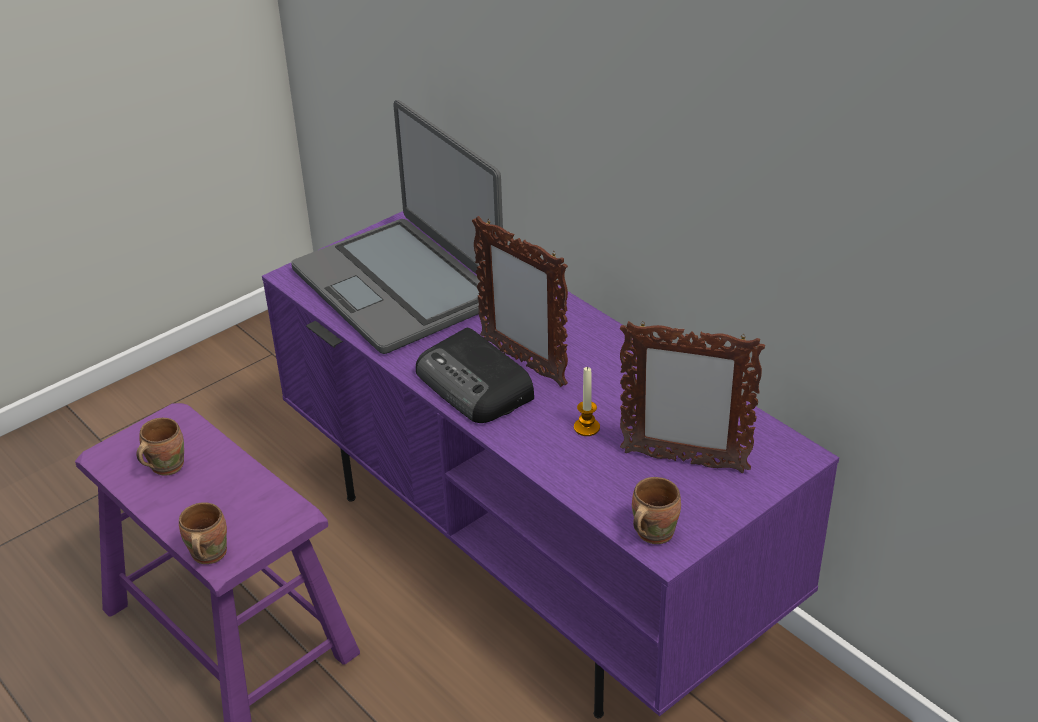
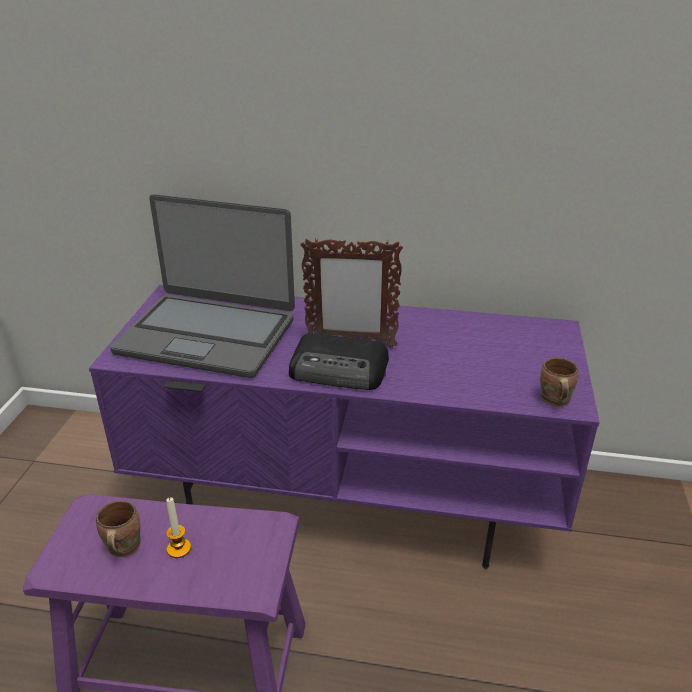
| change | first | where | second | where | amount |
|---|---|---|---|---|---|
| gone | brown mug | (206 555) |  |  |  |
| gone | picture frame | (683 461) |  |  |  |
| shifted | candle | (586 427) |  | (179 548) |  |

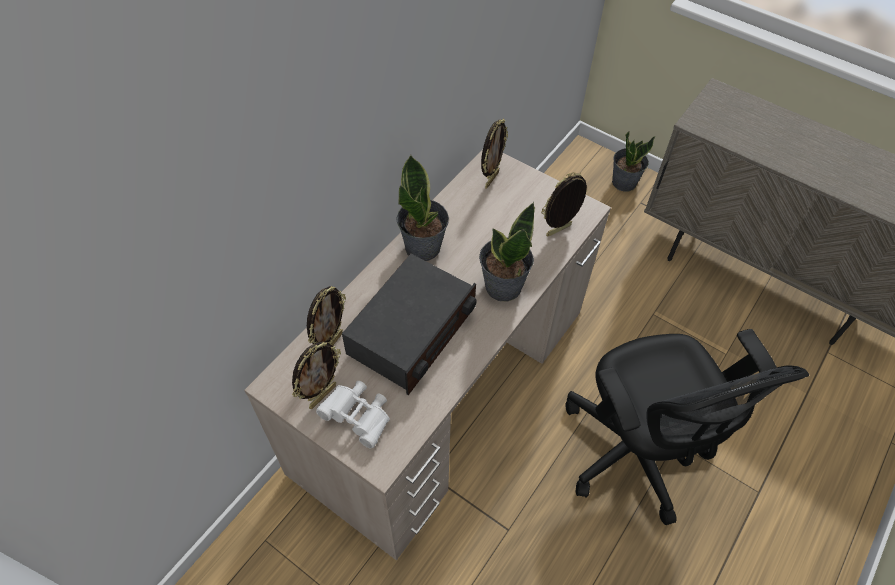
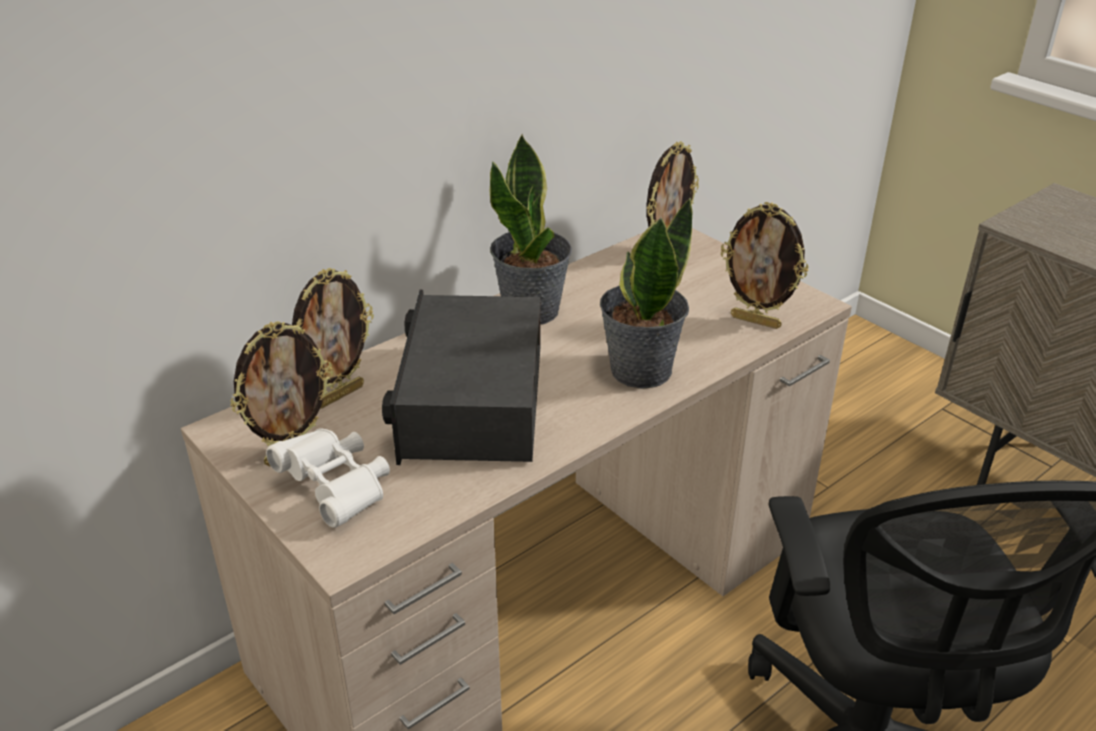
| change | first | where | second | where | amount |
|---|---|---|---|---|---|
| gone | potted plant | (624 182) |  |  |  |
| rotated | radio | (412 332) |  | (471 402) | 135 degrees clockwise |
| rotated | picture frame | (559 231) |  | (756 321) | 135 degrees counterclockwise |

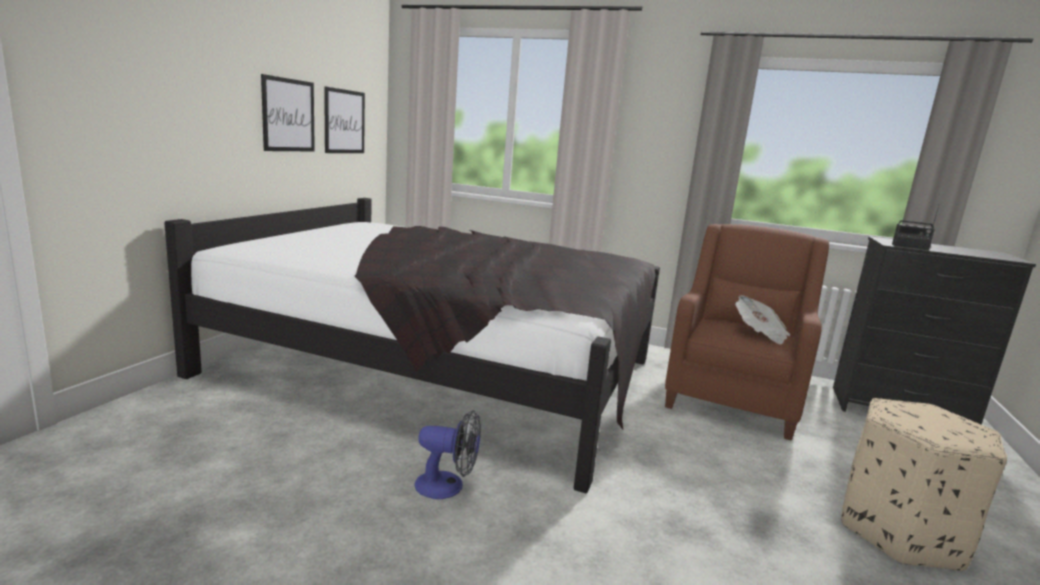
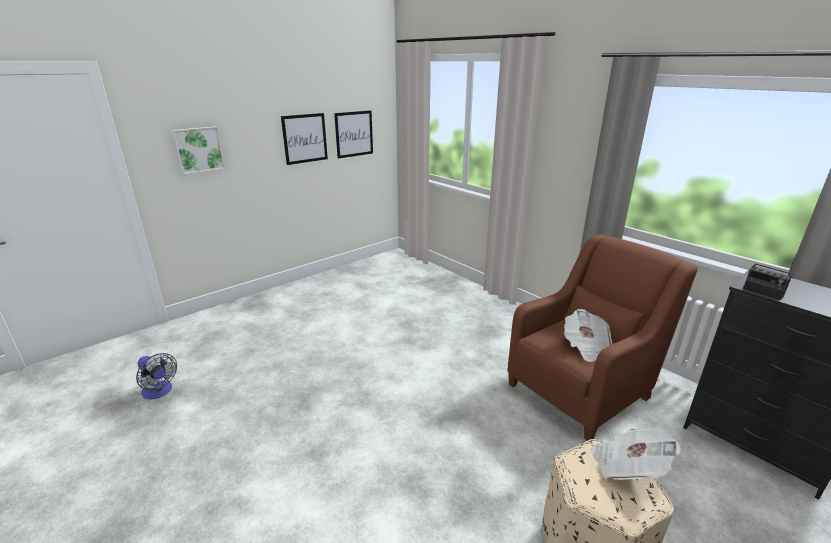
| change | first | where | second | where | amount |
|---|---|---|---|---|---|
| gone | black bed | (442 367) |  |  |  |
| new |  |  | picture | (198 149) |  |
| new |  |  | newspaper | (627 466) |  |
| shifted | fan | (448 486) |  | (159 392) |  |

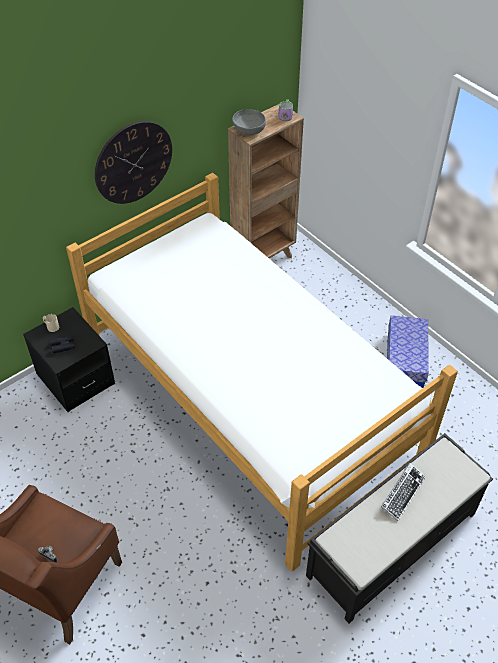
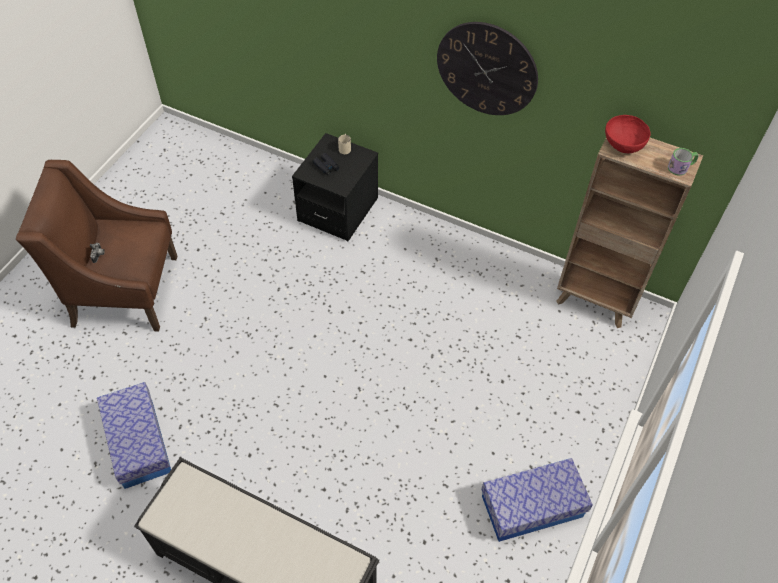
| change | first | where | second | where | amount |
|---|---|---|---|---|---|
| gone | bed | (249 399) |  |  |  |
| gone | keyboard | (402 493) |  |  |  |
| new |  |  | storage box | (138 442) |  |
| repainted | grey bowl | (248 130) | red bowl | (623 143) |  |

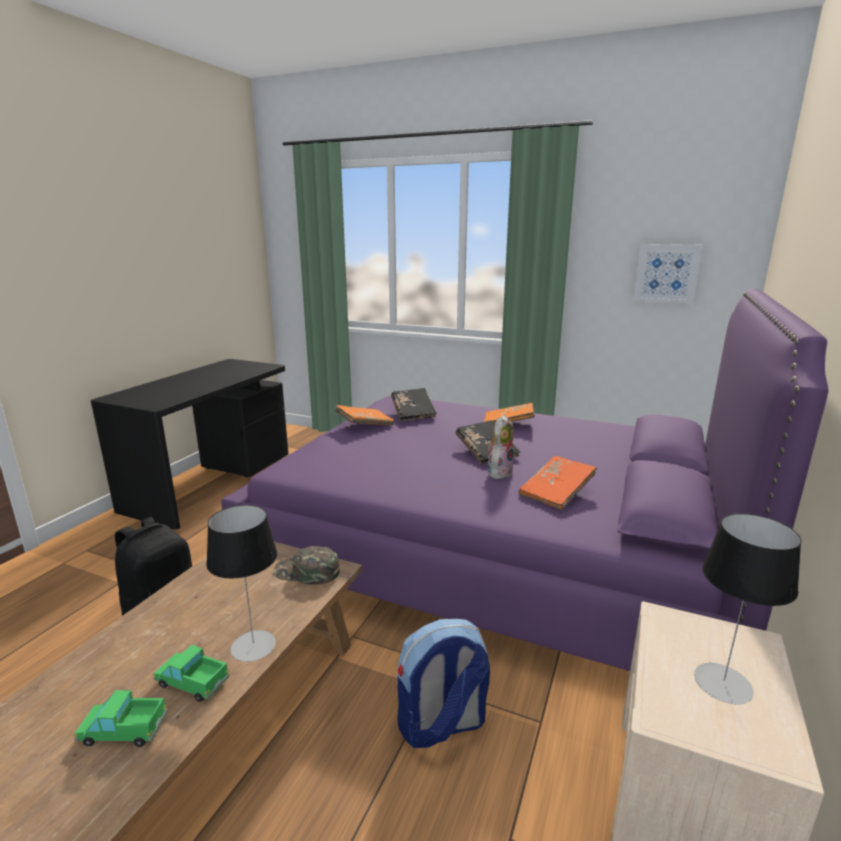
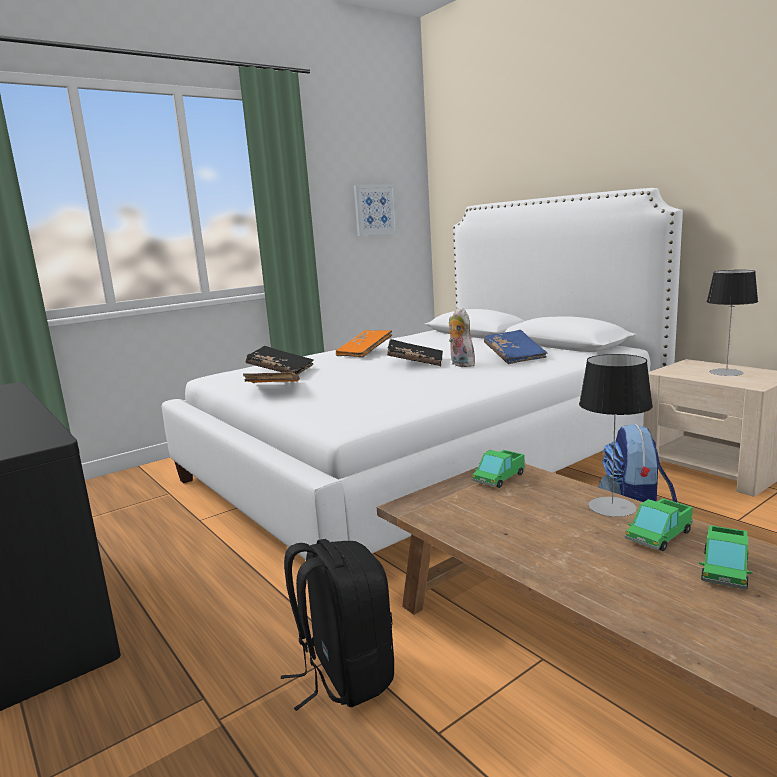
| change | first | where | second | where | amount |
|---|---|---|---|---|---|
| swapped | green cap | (307 572) | toy truck | (499 478) |  |
| repainted | purple bed | (494 547) | white bed | (424 461) |  |
| repainted | orange book | (557 493) | blue book | (514 357) |  |

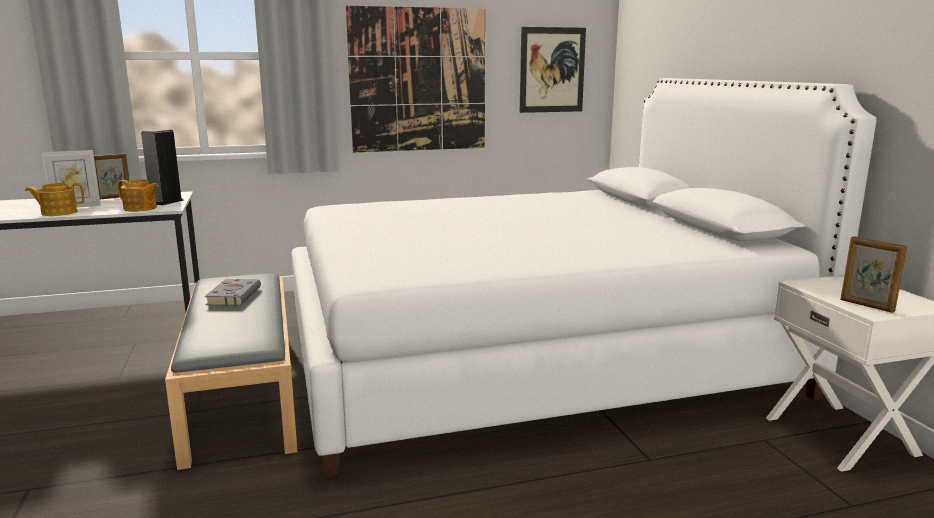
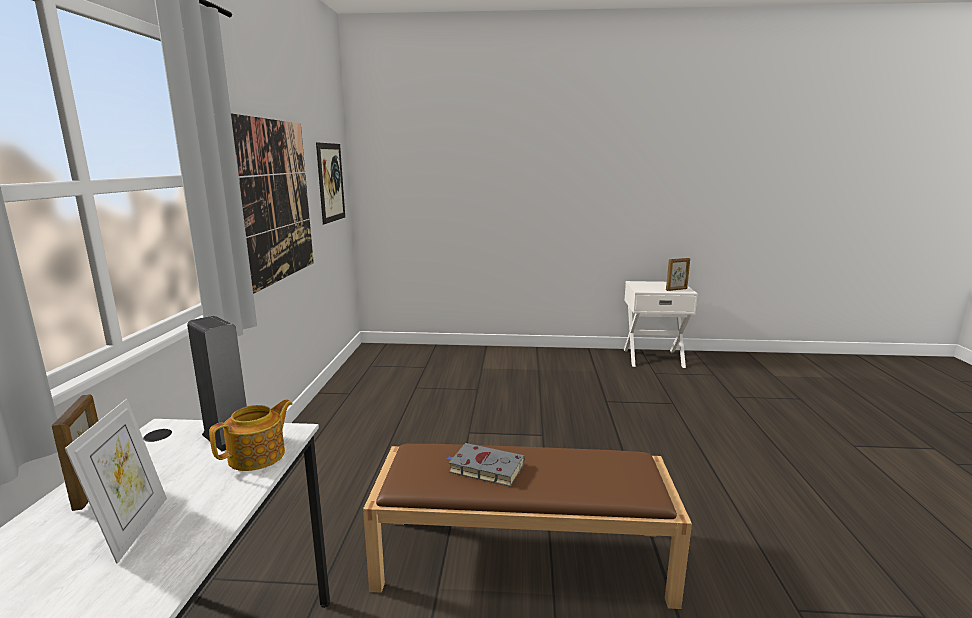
| change | first | where | second | where | amount |
|---|---|---|---|---|---|
| gone | teapot | (58 213) |  |  |  |
| gone | white bed | (530 357) |  |  |  |
| repainted | grey bench | (243 393) | brown bench | (524 557) |  |

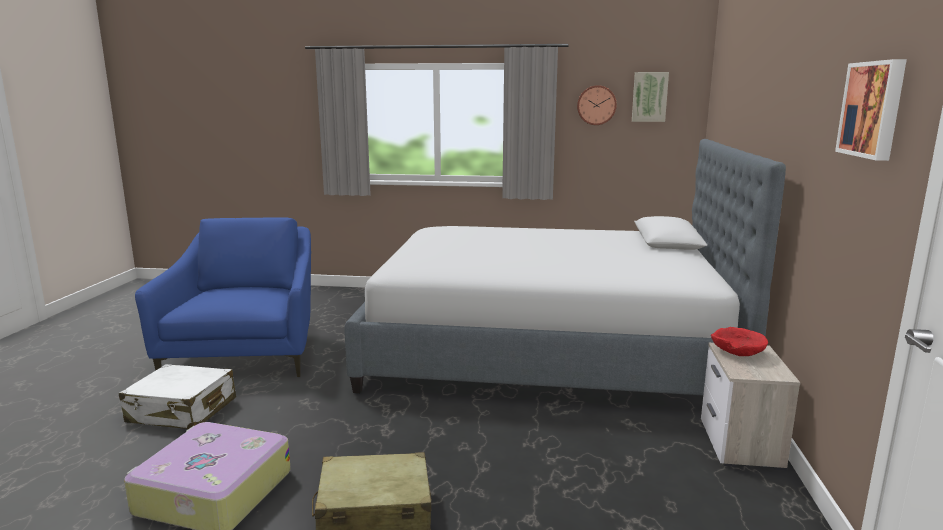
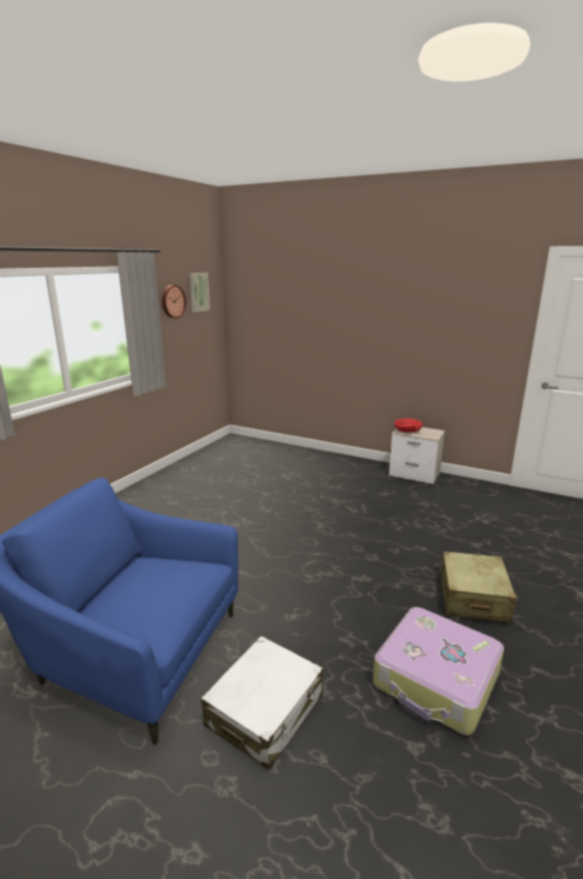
| change | first | where | second | where | amount |
|---|---|---|---|---|---|
| gone | bed | (546 350) |  |  |  |
| gone | picture | (873 109) |  |  |  |

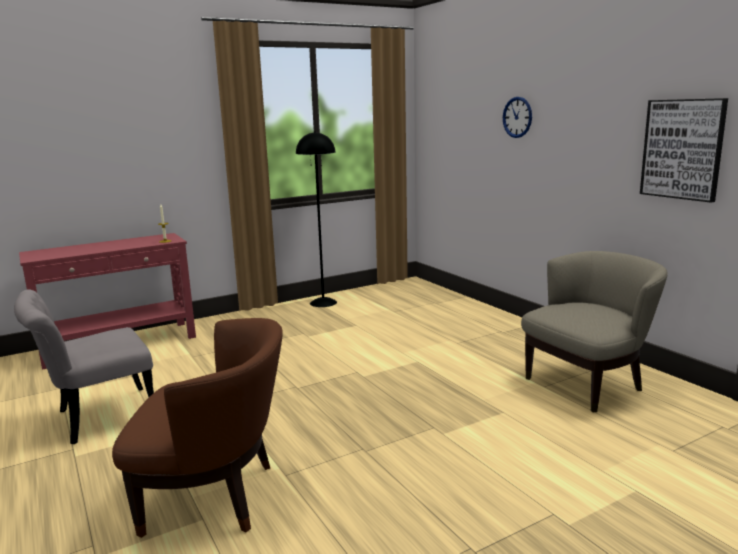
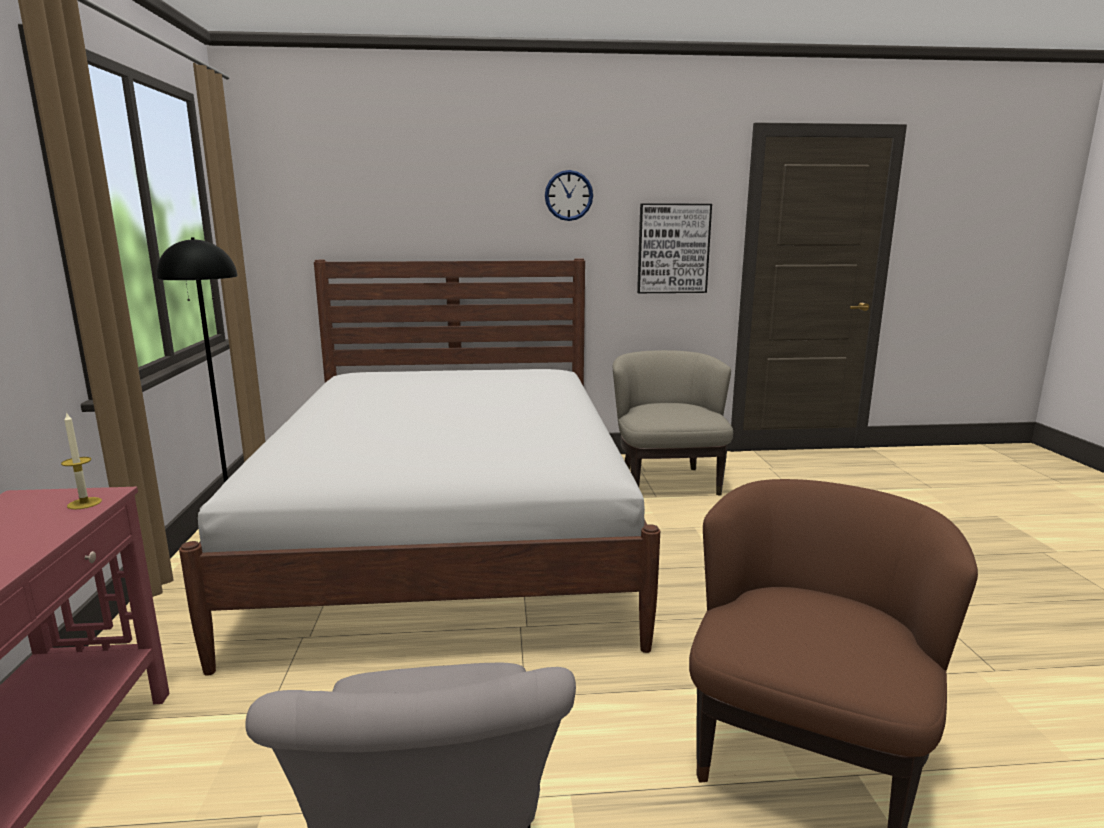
| change | first | where | second | where | amount |
|---|---|---|---|---|---|
| new |  |  | white bed | (450 532) |  |
| shifted | wall clock | (517 117) |  | (568 195) |  |

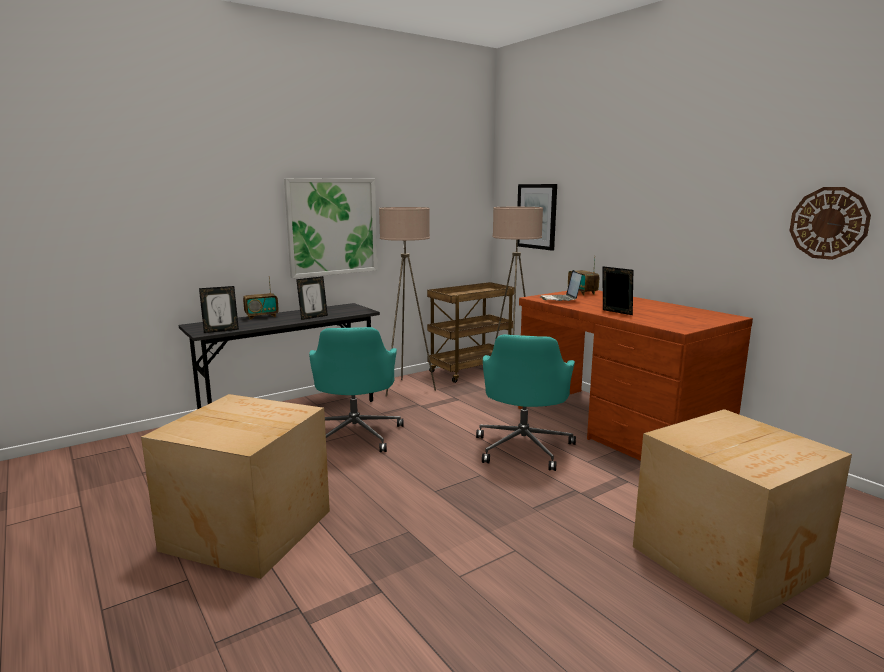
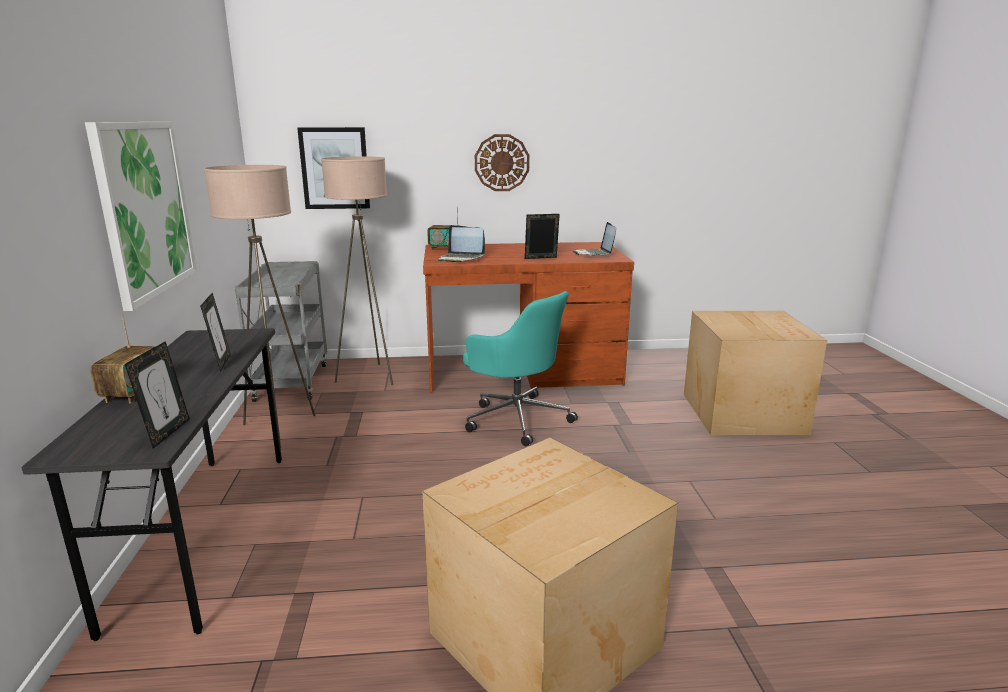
| change | first | where | second | where | amount |
|---|---|---|---|---|---|
| gone | turquoise office chair | (355 435) |  |  |  |
| new |  |  | laptop | (594 254) |  |
| shifted | wall clock | (828 223) |  | (502 163) |  |
| repainted | brown cart | (470 370) | grey cart | (291 381) |  |

